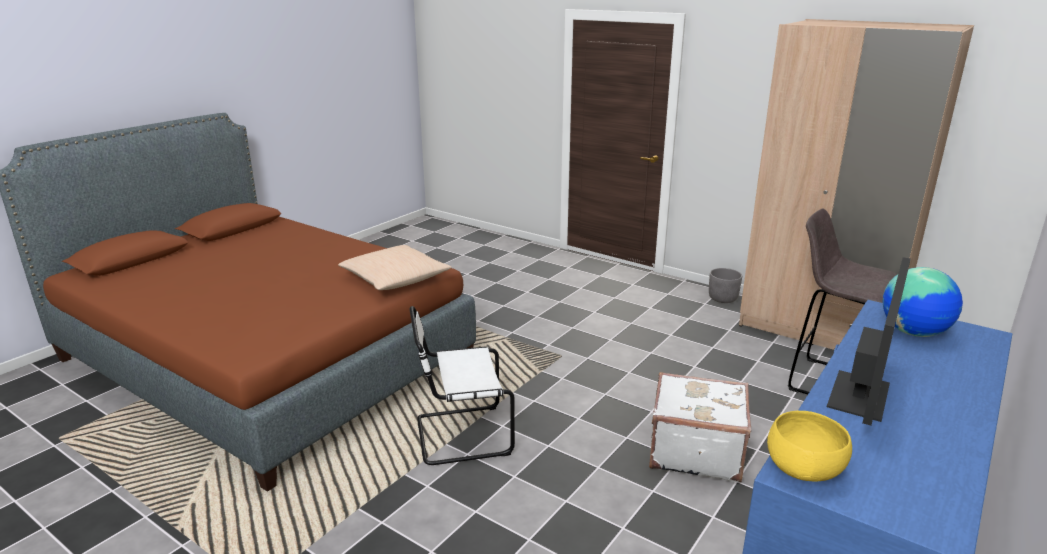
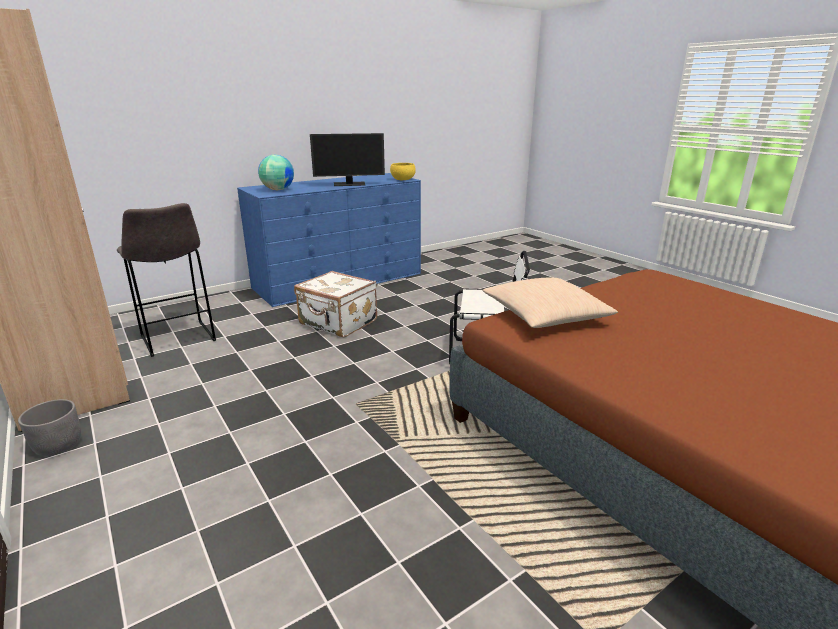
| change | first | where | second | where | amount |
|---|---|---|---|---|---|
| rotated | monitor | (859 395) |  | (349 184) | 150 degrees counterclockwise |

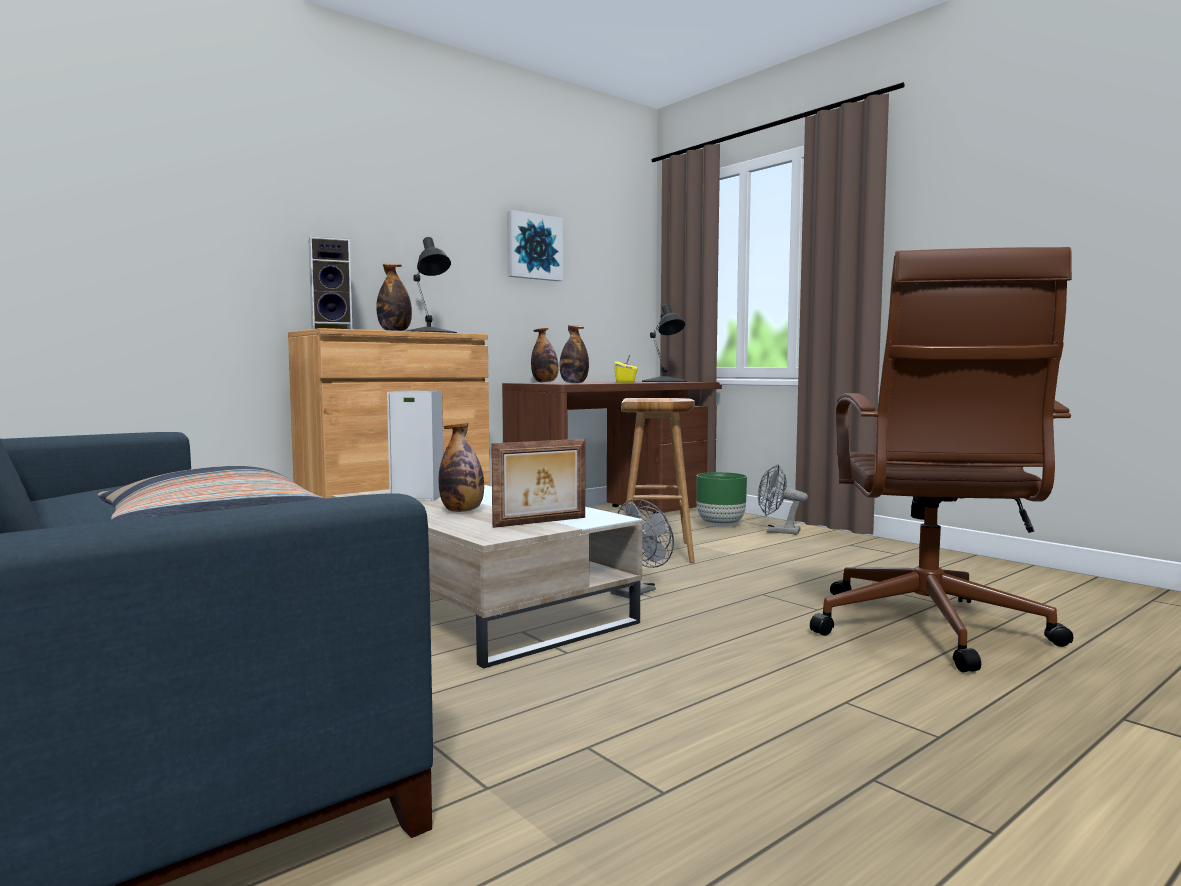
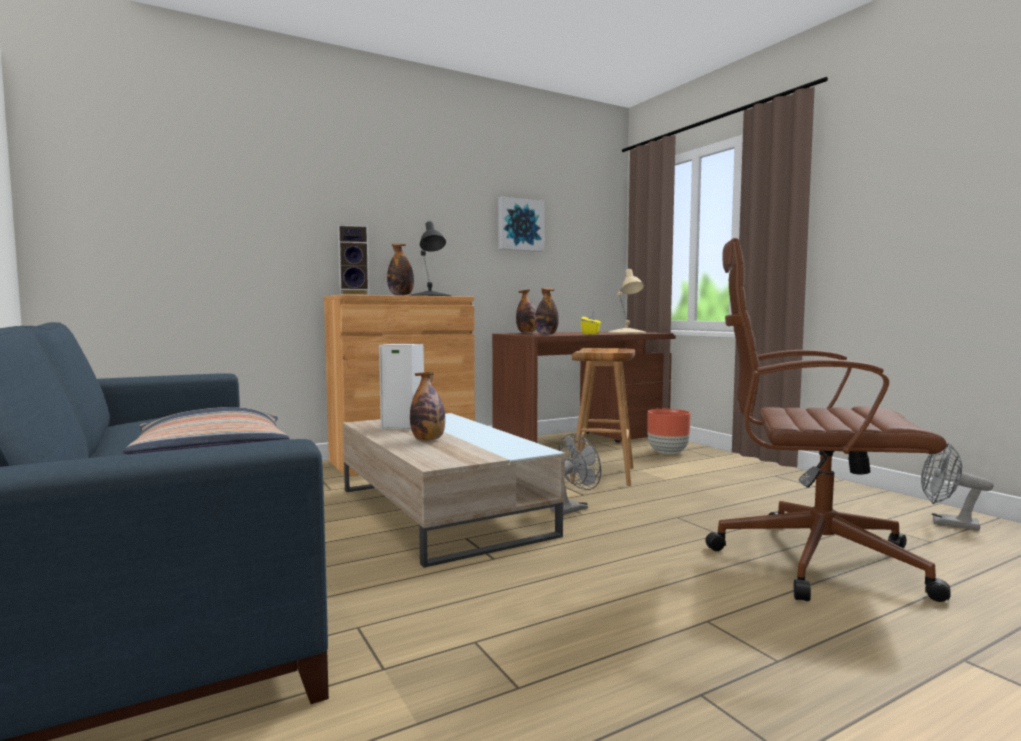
| change | first | where | second | where | amount |
|---|---|---|---|---|---|
| gone | picture frame | (541 522) |  |  |  |
| shifted | grey fan | (777 531) |  | (947 523) |  |
| repainted | black table lamp | (664 381) | beige table lamp | (627 332) |  |
| repainted | green planter | (721 525) | brown planter | (668 453) |  |
| rotated | brown office chair | (928 630) |  | (810 559) | 90 degrees clockwise |

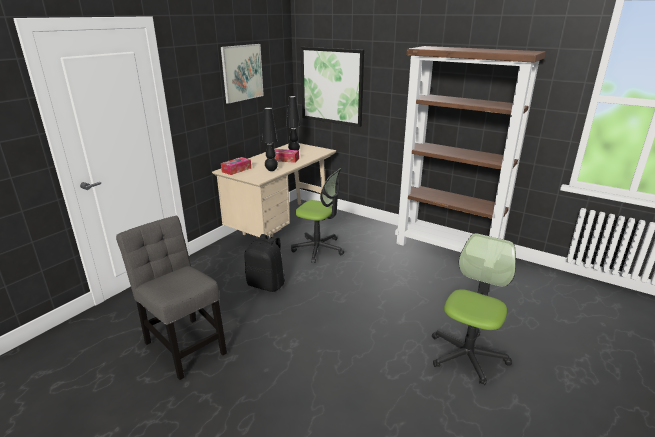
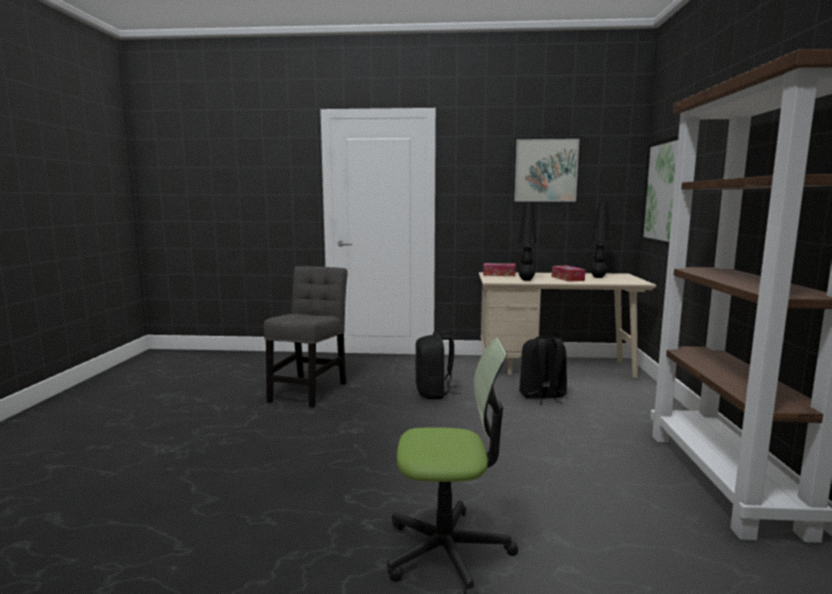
| change | first | where | second | where | amount |
|---|---|---|---|---|---|
| swapped | office chair | (318 249) | black backpack | (542 396) |  |

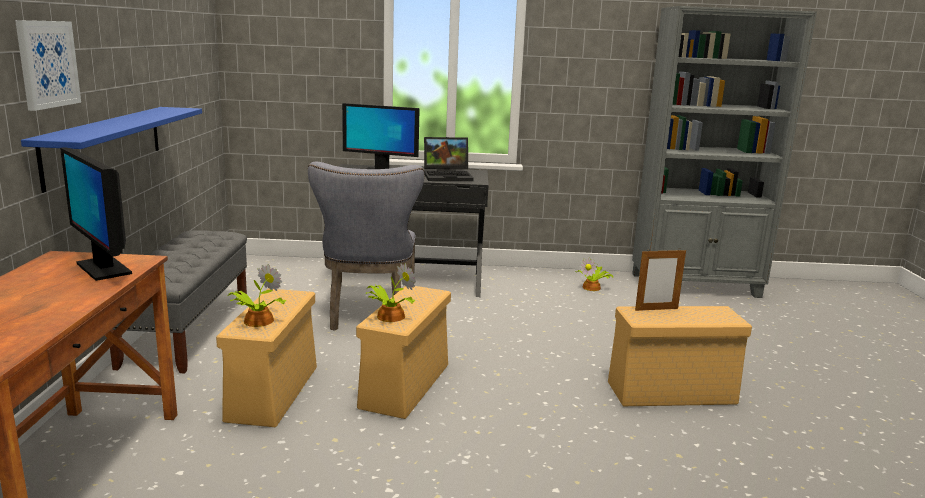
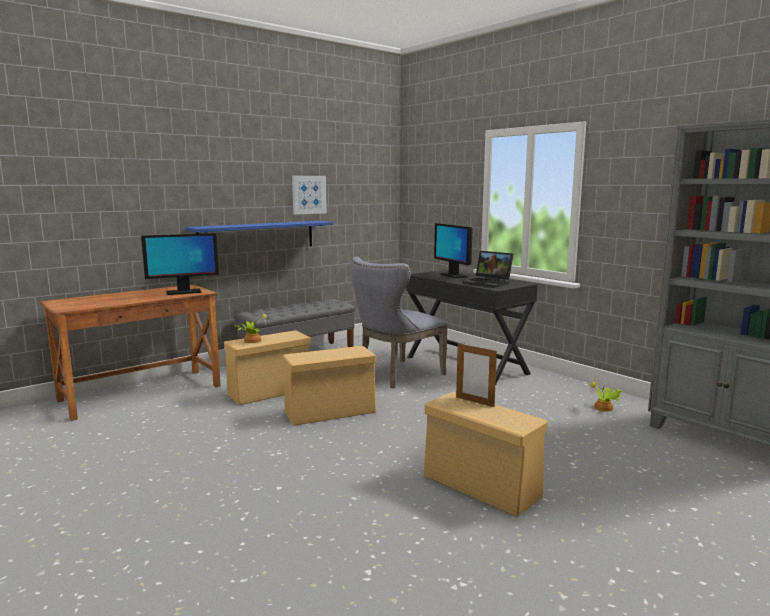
| change | first | where | second | where | amount |
|---|---|---|---|---|---|
| gone | potted plant | (389 316) |  |  |  |
| shifted | picture | (47 64) |  | (309 194) |  |
| rotated | monitor | (103 268) |  | (183 292) | 120 degrees counterclockwise |

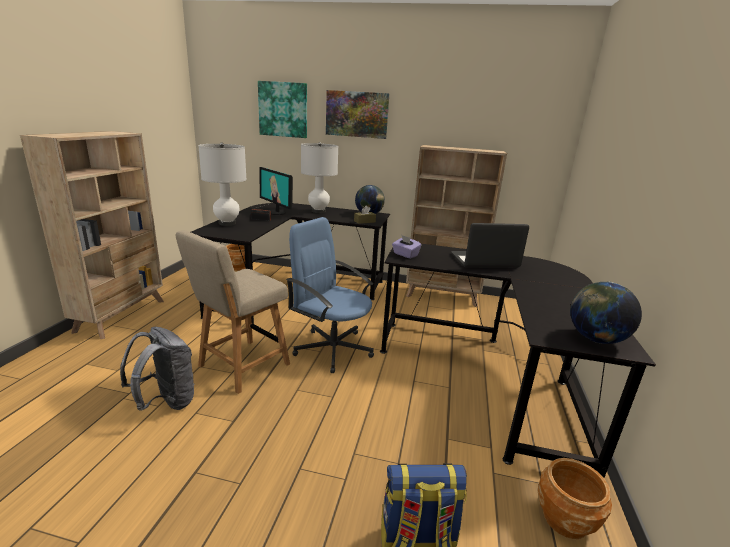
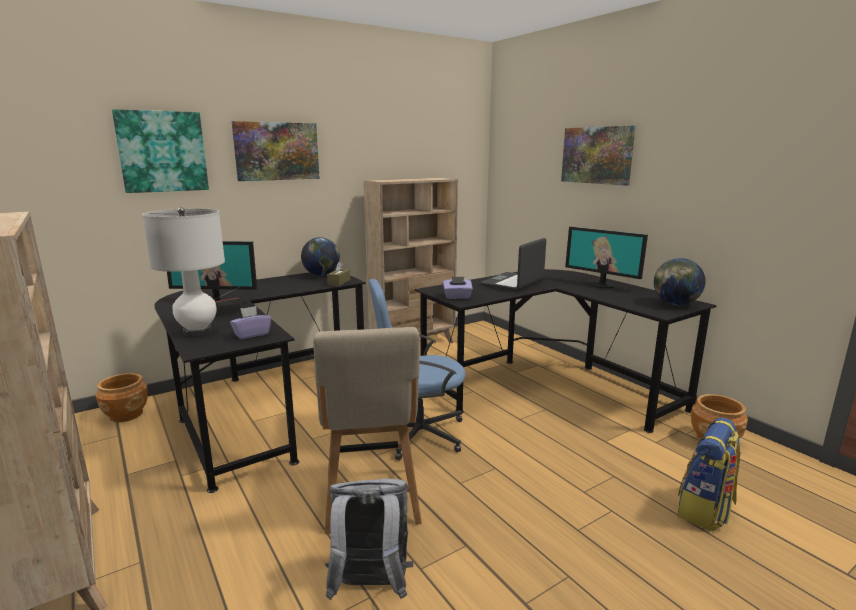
| change | first | where | second | where | amount |
|---|---|---|---|---|---|
| gone | white table lamp | (318 211) |  |  |  |
| new |  |  | purple tissue box | (251 334) |  |
| new |  |  | picture | (597 155) |  |
| new |  |  | monitor | (601 284) |  |

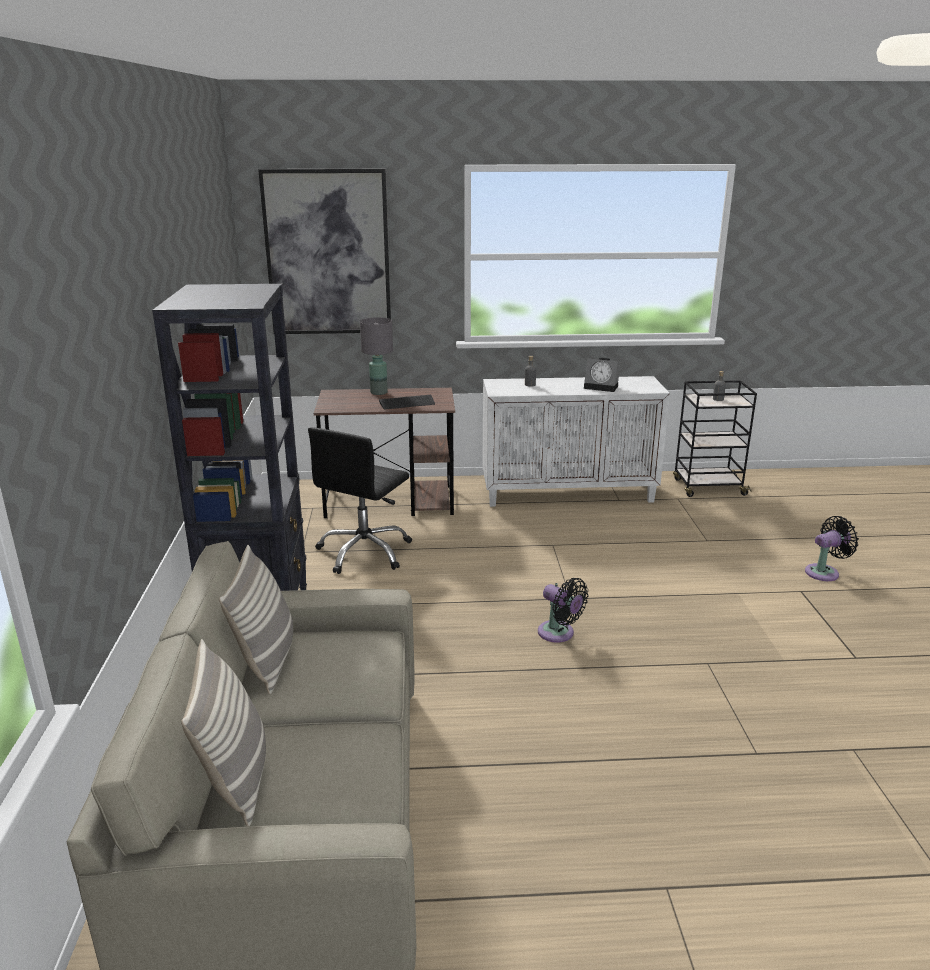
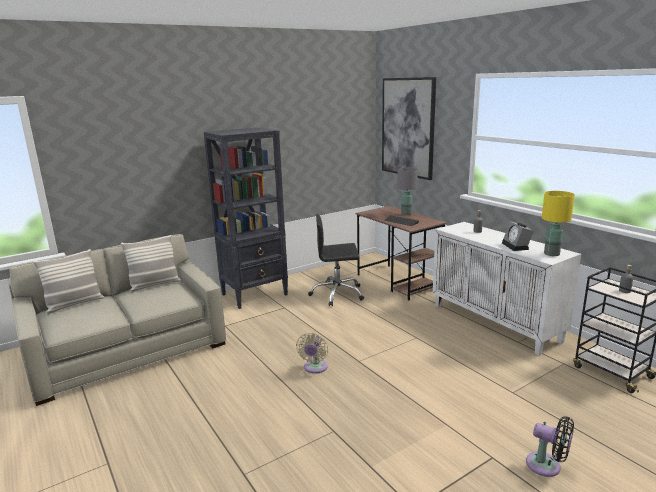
| change | first | where | second | where | amount |
|---|---|---|---|---|---|
| new |  |  | yellow table lamp | (551 254) |  |
| repainted | black fan | (559 634) | beige fan | (315 368) |  |

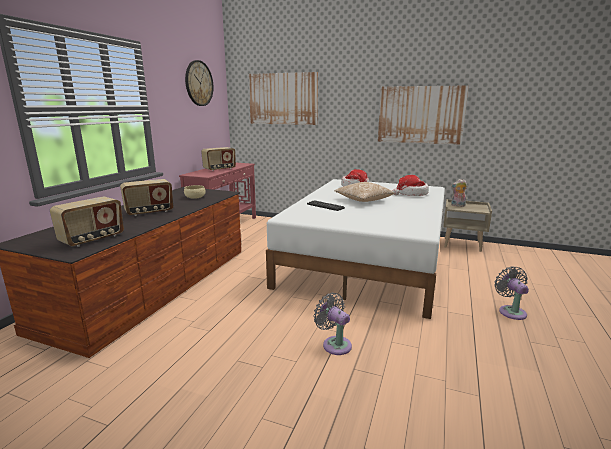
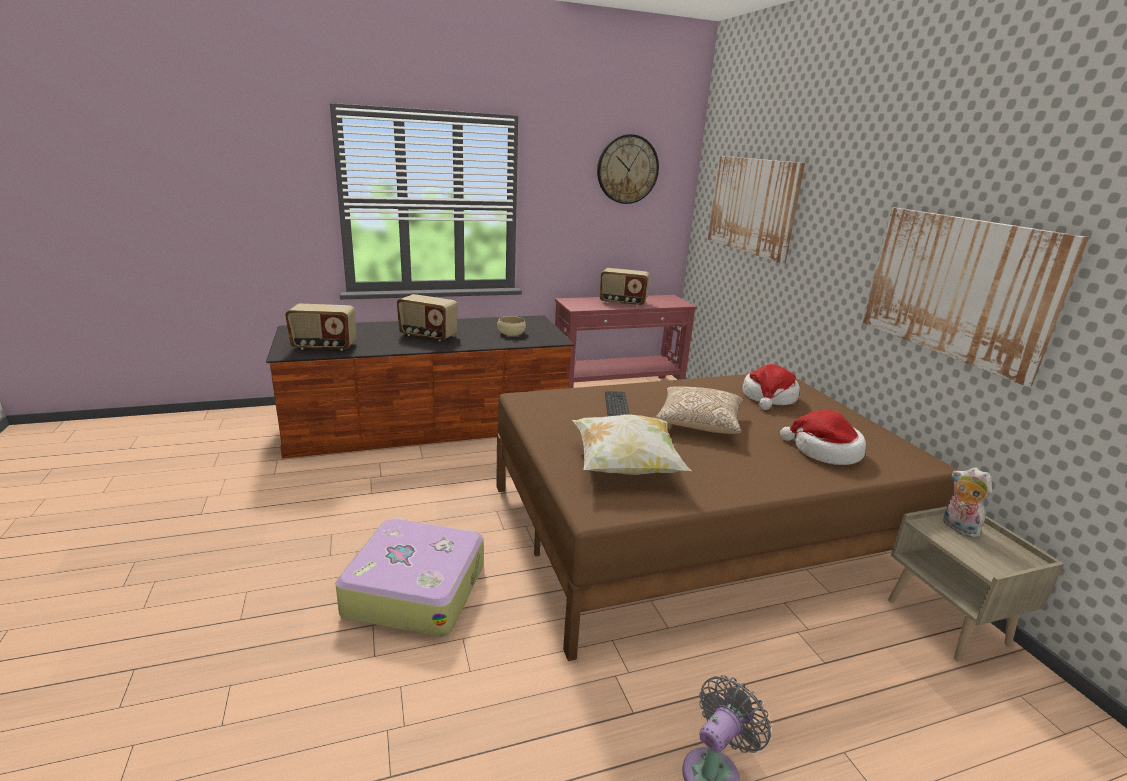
| change | first | where | second | where | amount |
|---|---|---|---|---|---|
| new |  |  | pillow | (625 467) |  |
| swapped | grey fan | (334 344) | suitcase | (415 589) |  |
| repainted | white bed | (368 258) | brown bed | (695 529) |  |

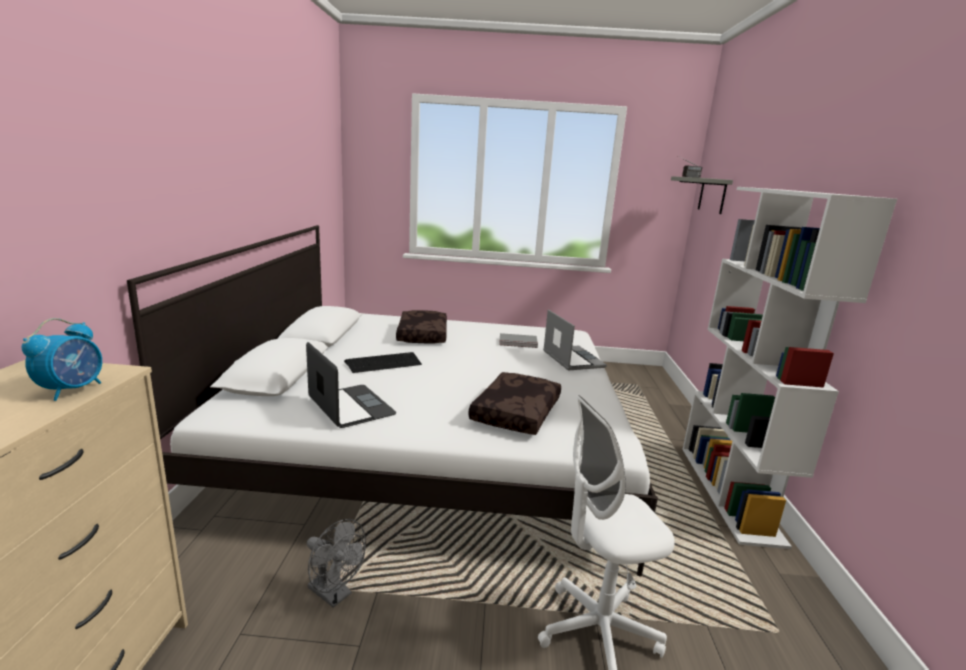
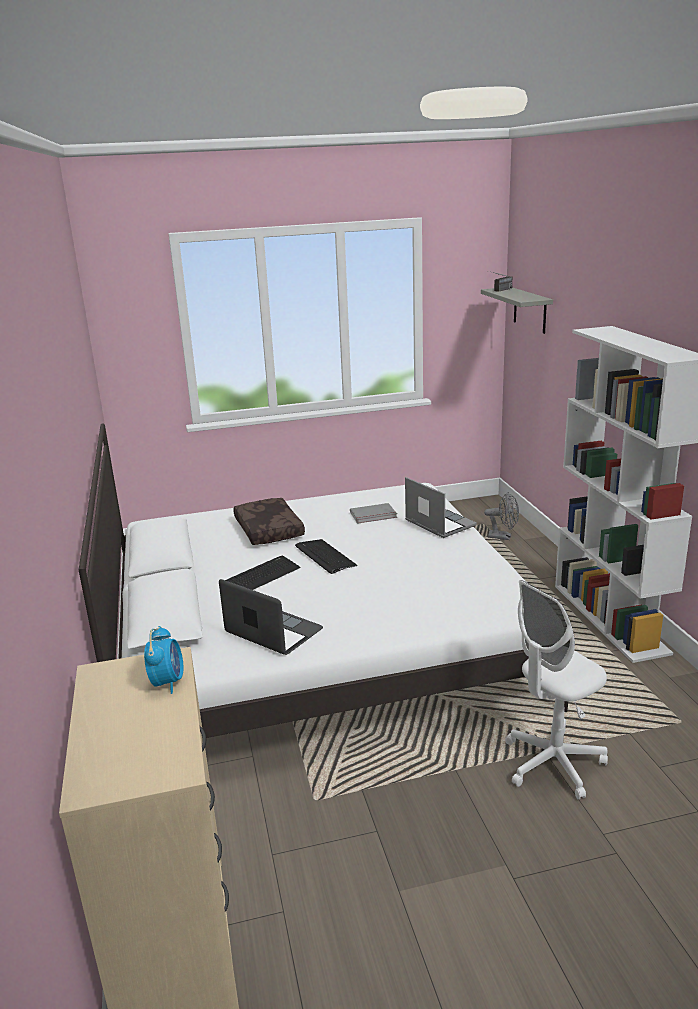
| change | first | where | second | where | amount |
|---|---|---|---|---|---|
| gone | brown pillow | (515 412) |  |  |  |
| new |  |  | keyboard | (325 556) |  |
| shifted | grey fan | (334 594) |  | (503 537) |  |

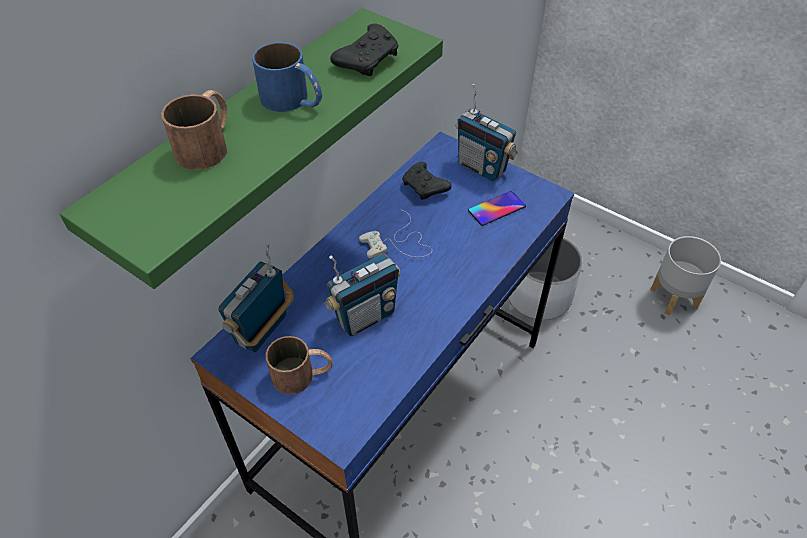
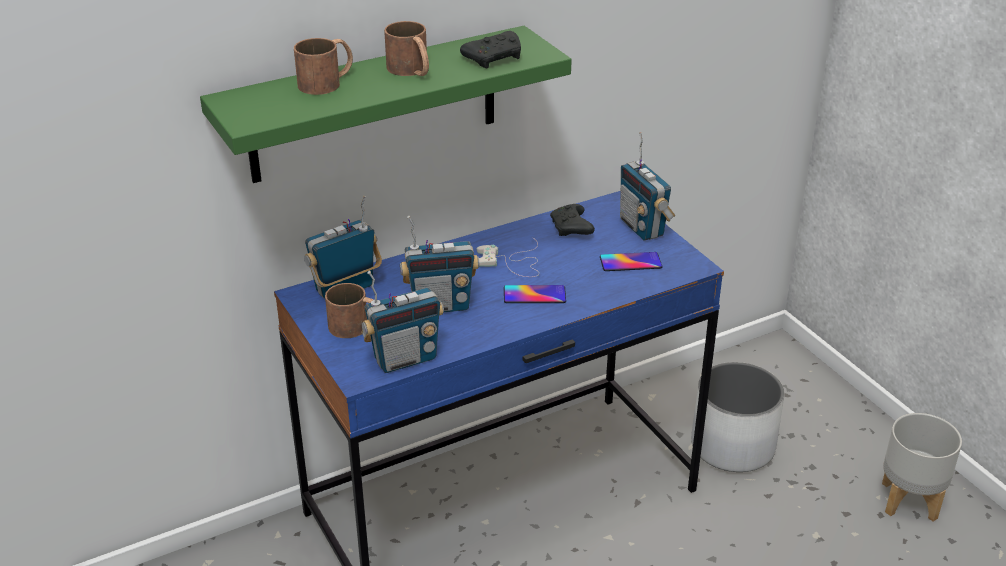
| change | first | where | second | where | amount |
|---|---|---|---|---|---|
| new |  |  | radio | (405 359) |  |
| new |  |  | phone | (534 295) |  |
| repainted | blue mug | (293 101) | brown mug | (412 71) |  |

